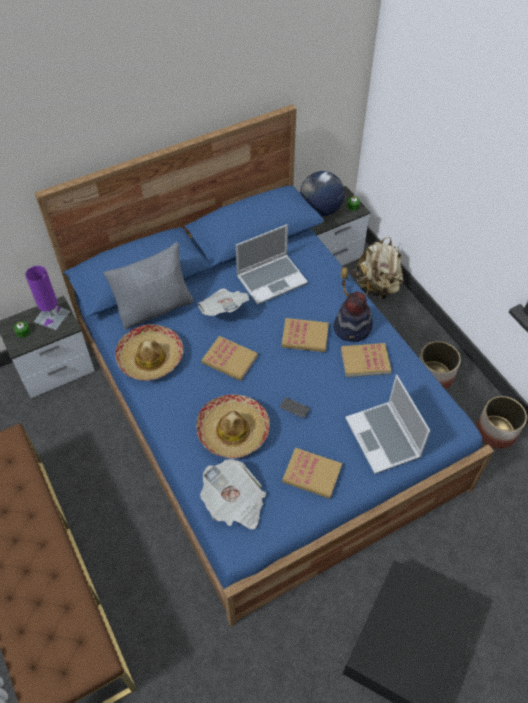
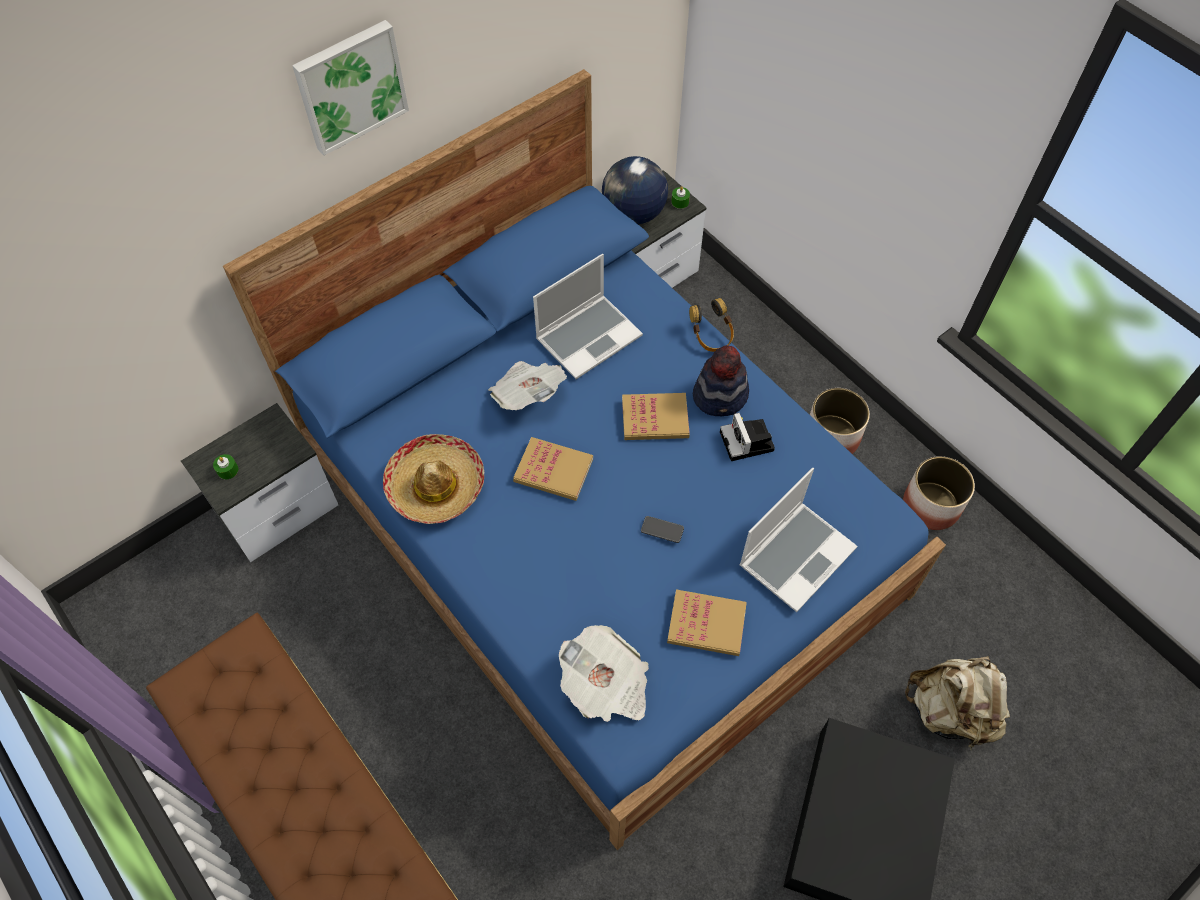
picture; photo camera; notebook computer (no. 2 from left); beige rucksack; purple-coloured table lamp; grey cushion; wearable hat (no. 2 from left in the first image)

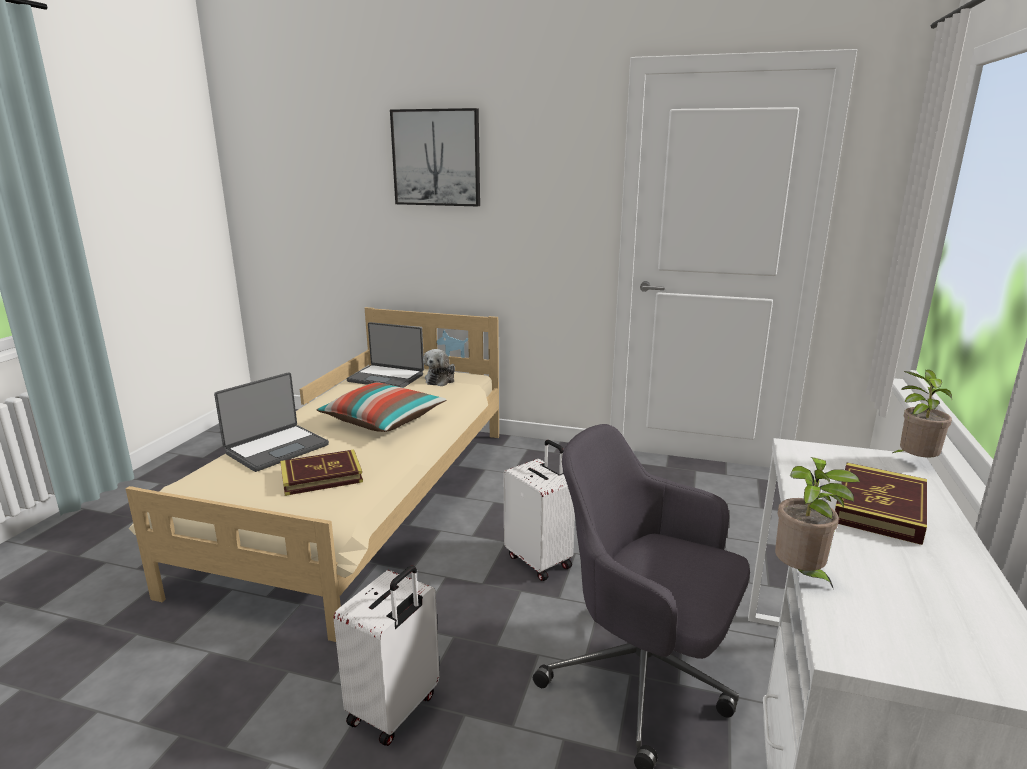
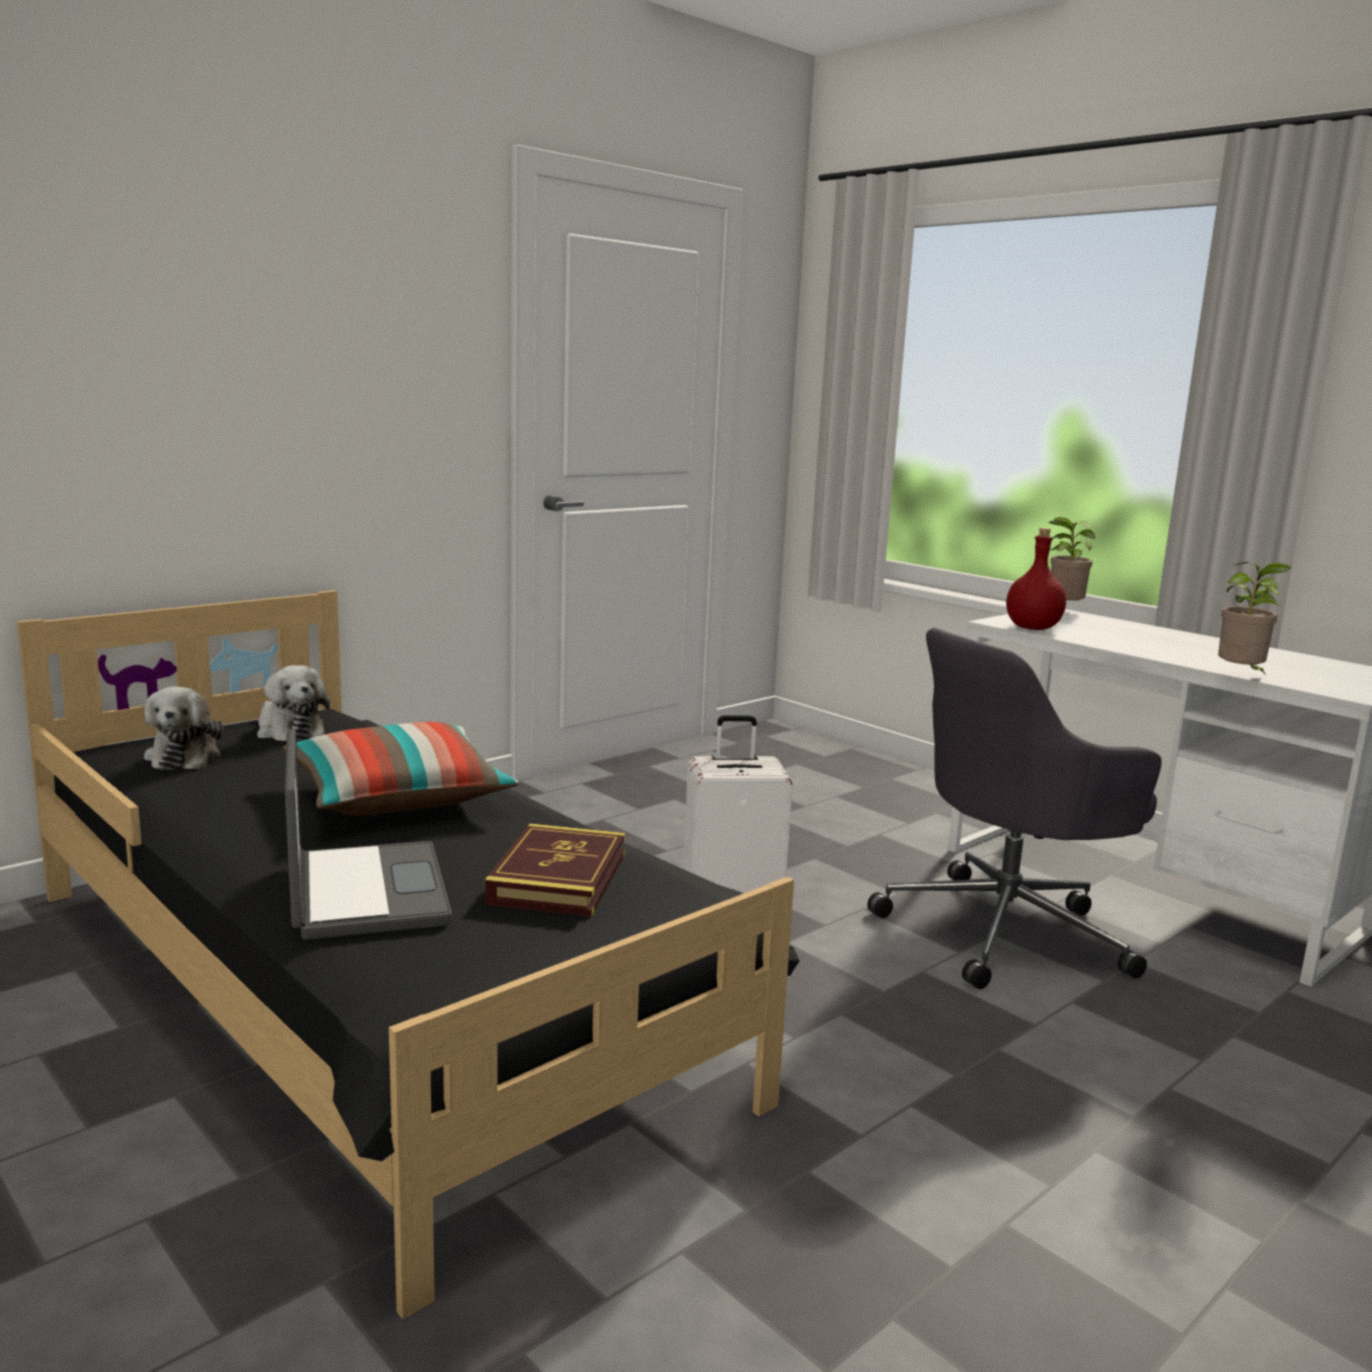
black-coloured bed; soft toy (no. 1 from left); reddish beverage bottle; whitish suitcase (no. 1 from left in the first image); picture; bound book (no. 2 from left in the first image)

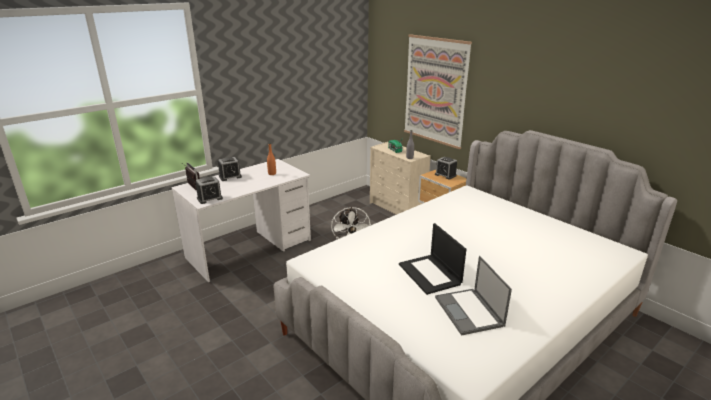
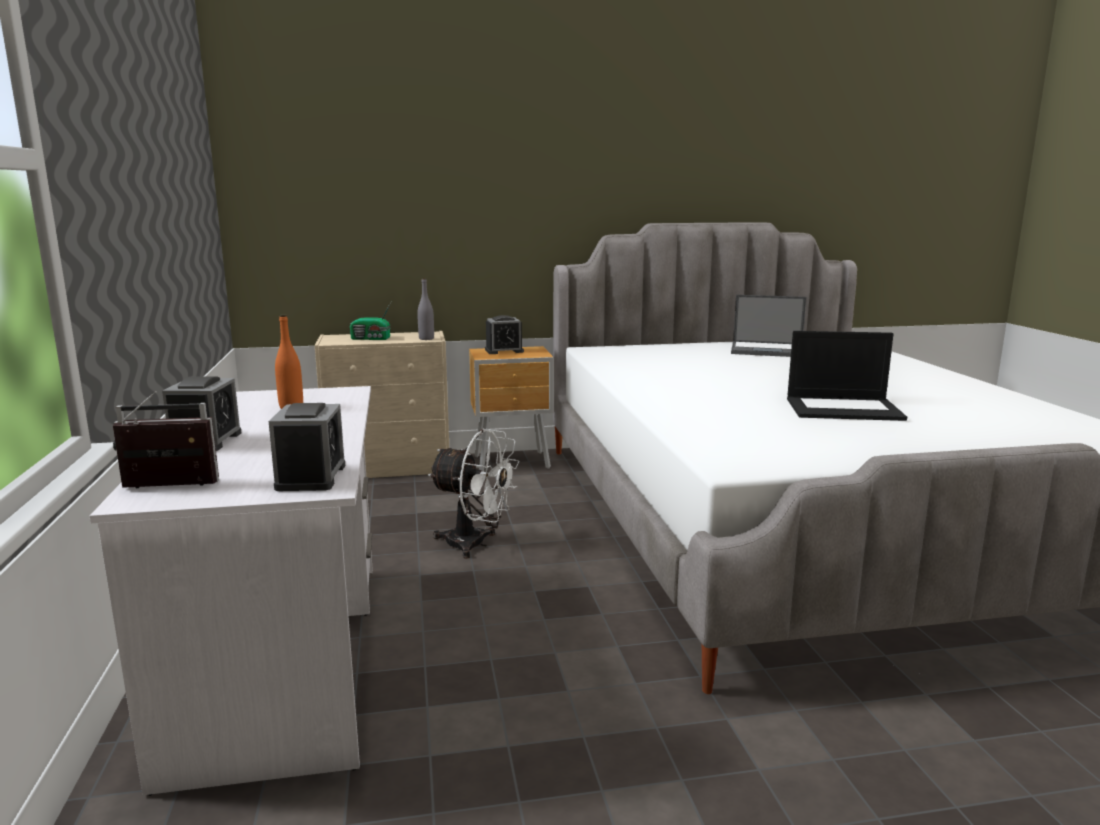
notebook computer (no. 1 from left); picture

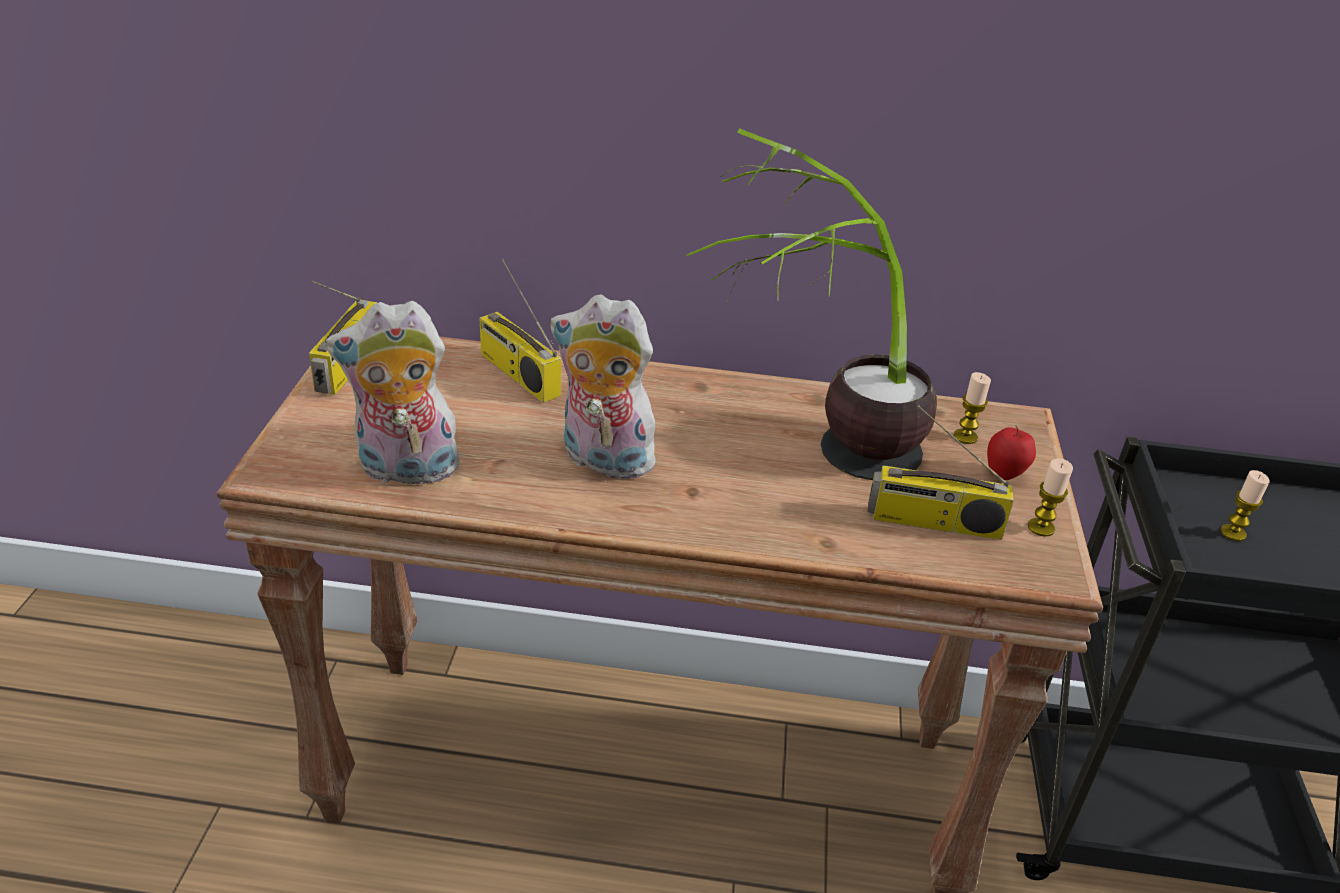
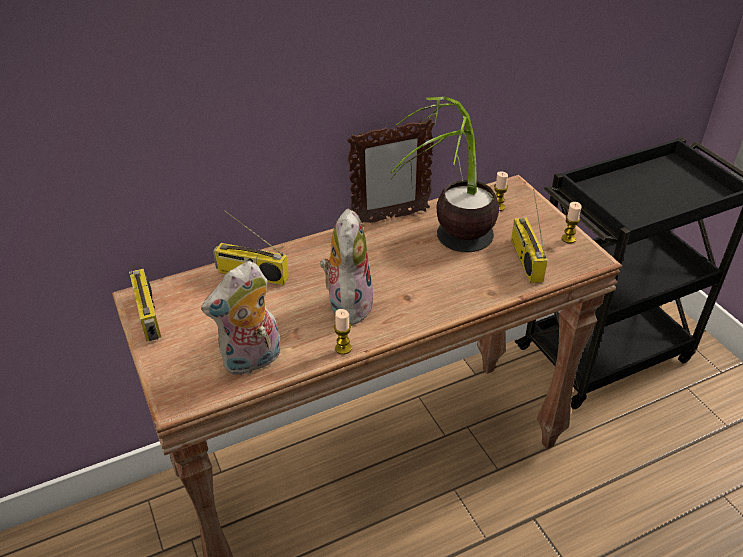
soft toy (no. 2 from left); wax light (no. 1 from left); photo frame; radio set (no. 3 from left); whole apple

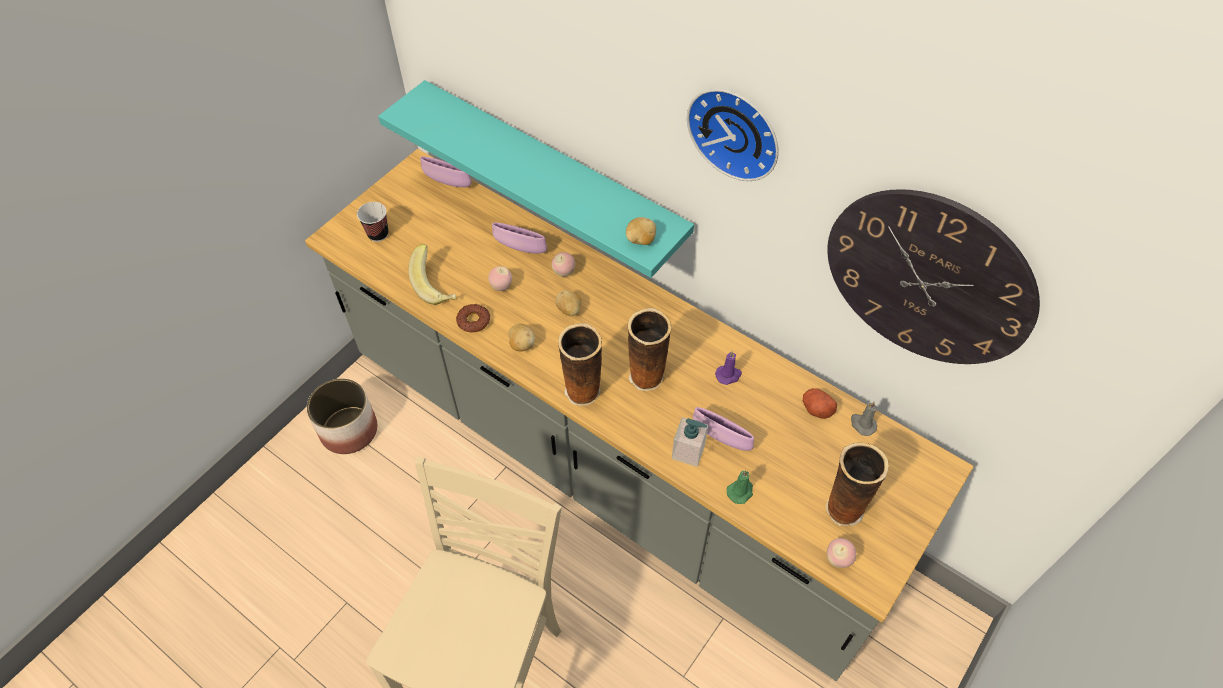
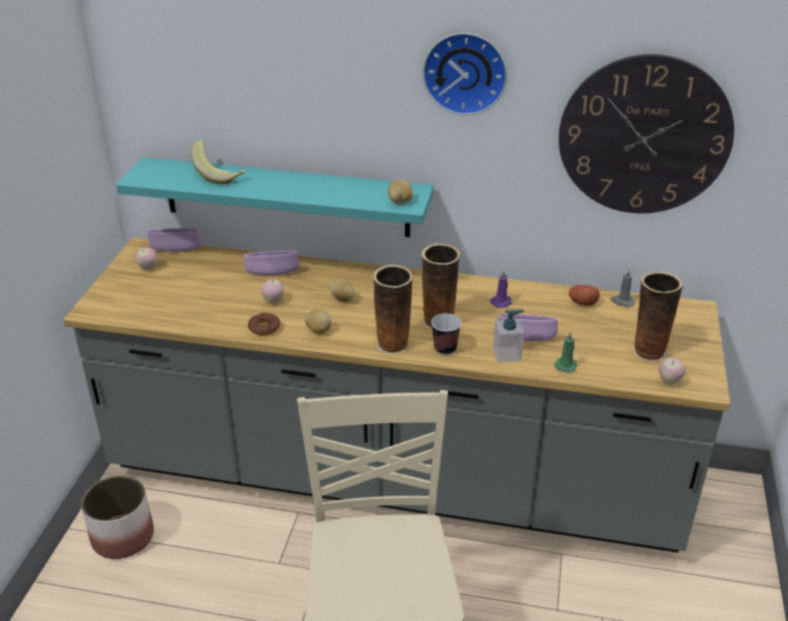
whole apple (no. 1 from left); banana; small cup

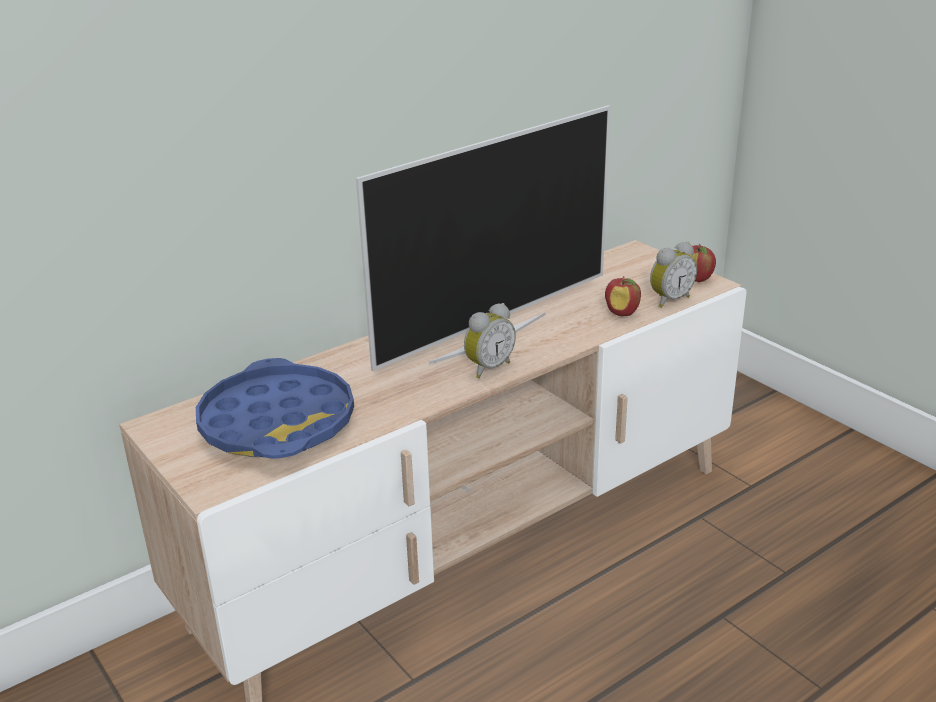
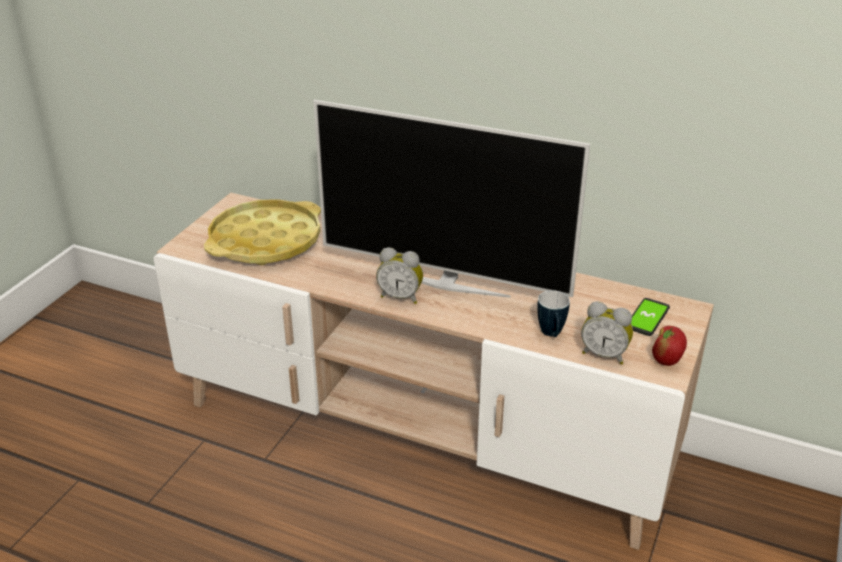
yellow-coloured tray; tea mug; handset

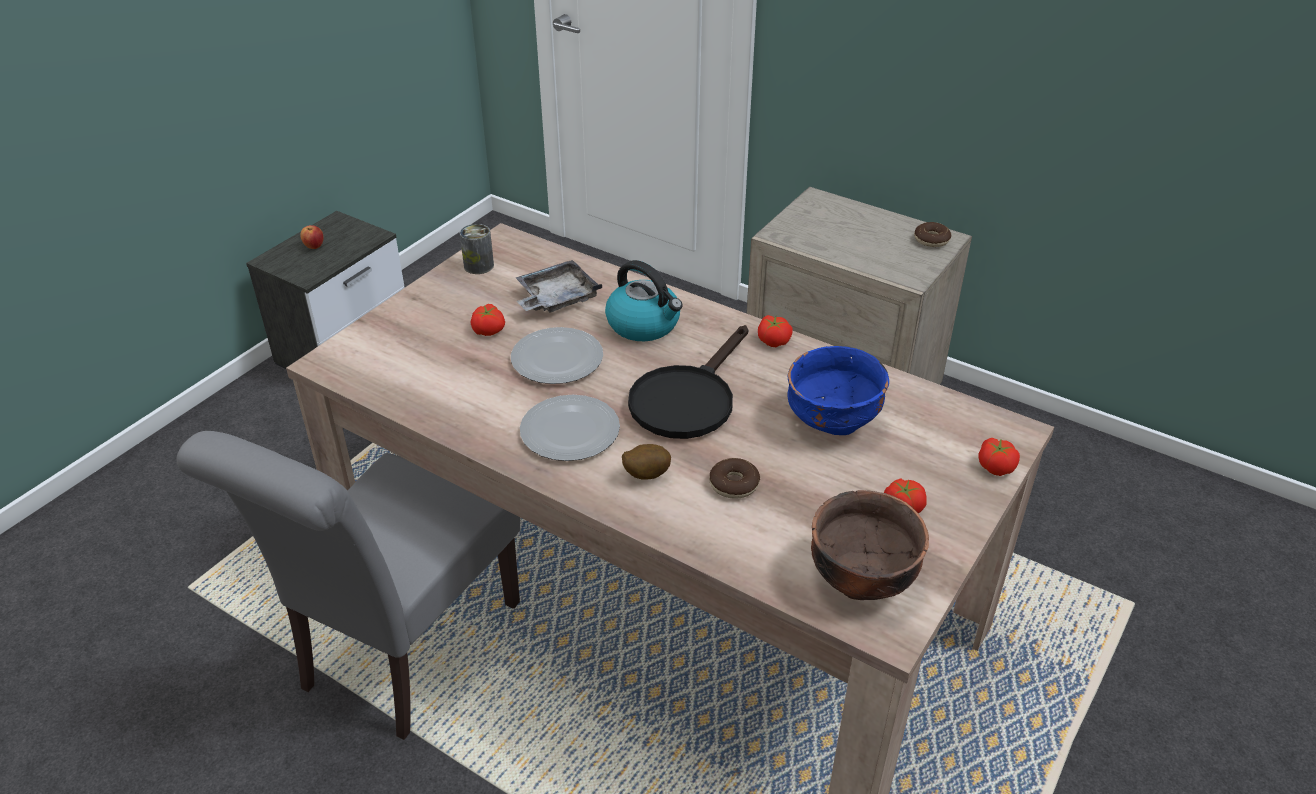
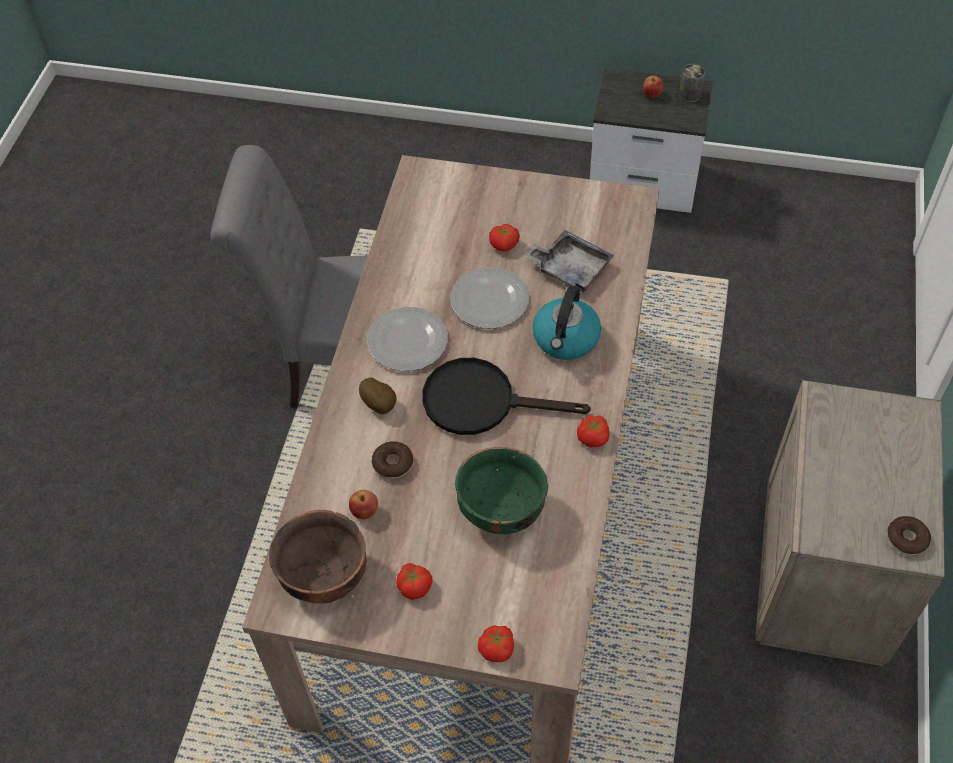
whole apple (no. 1 from left); green serving bowl; metal can

